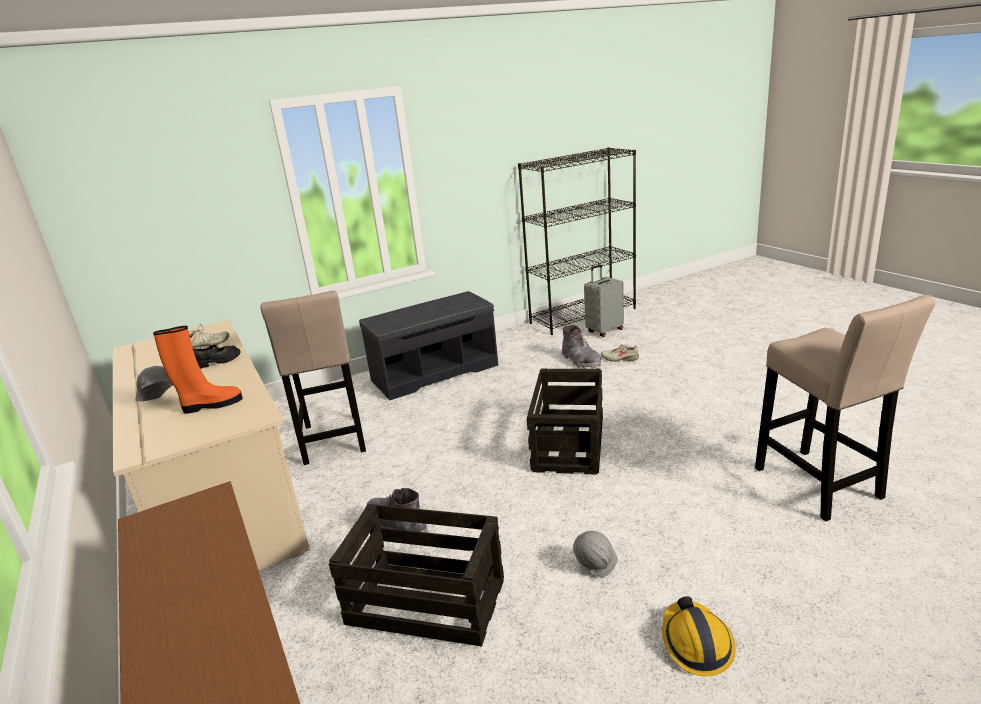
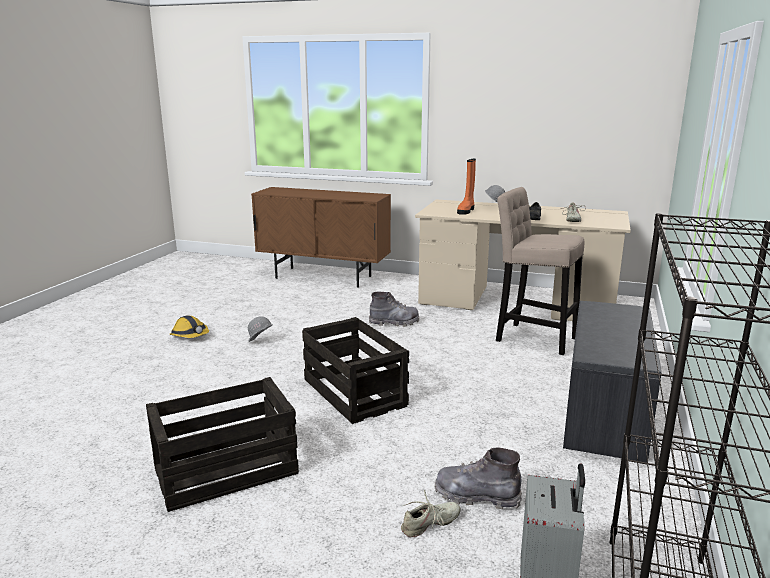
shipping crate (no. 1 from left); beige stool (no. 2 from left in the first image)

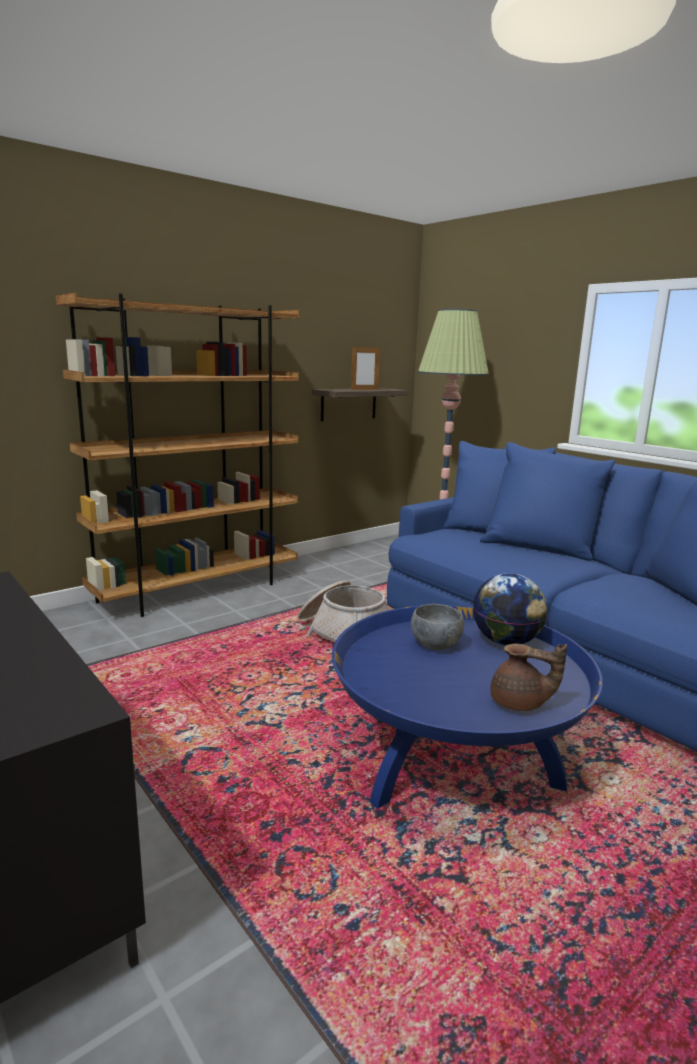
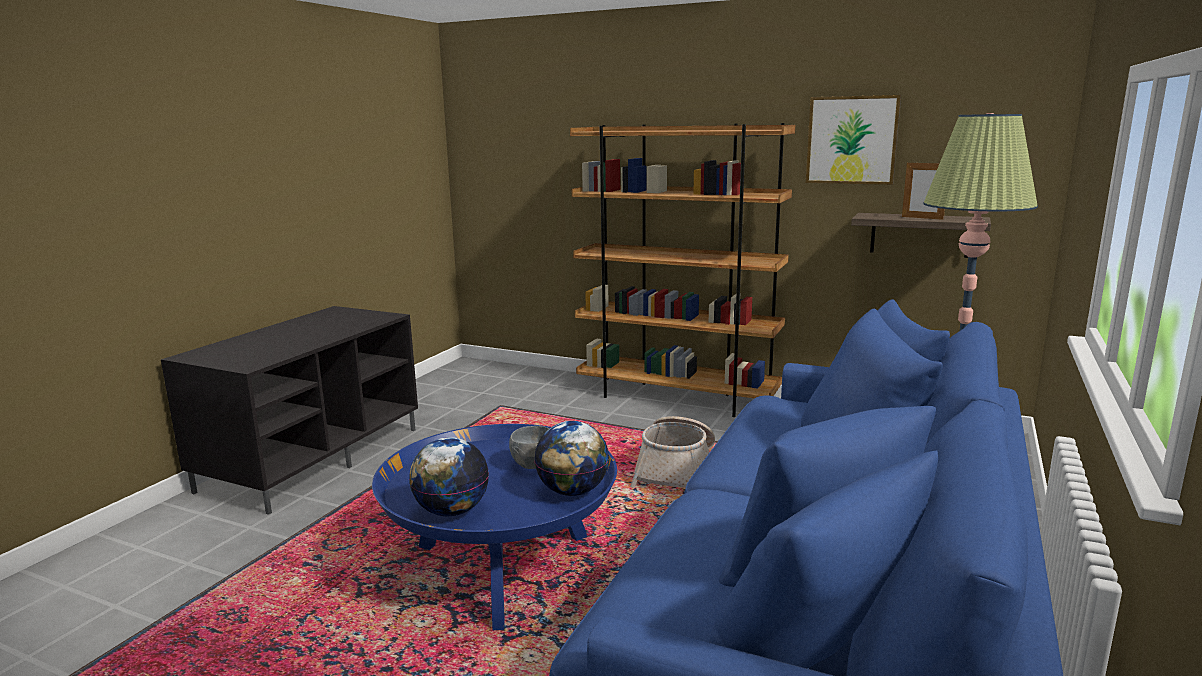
desk globe (no. 1 from left); picture

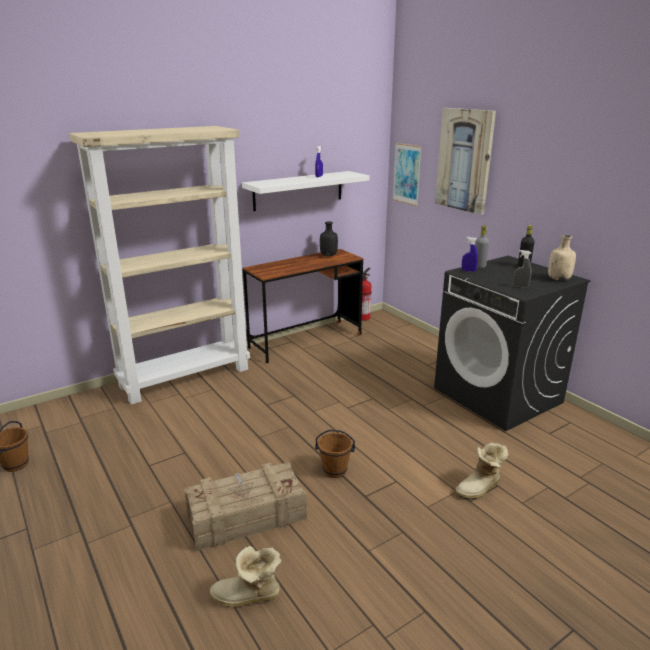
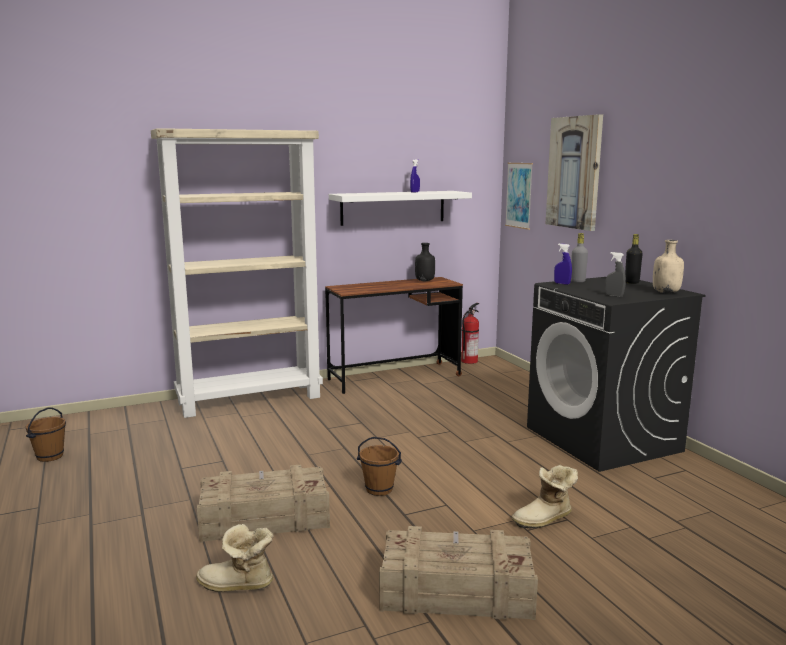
shipping crate (no. 2 from left)

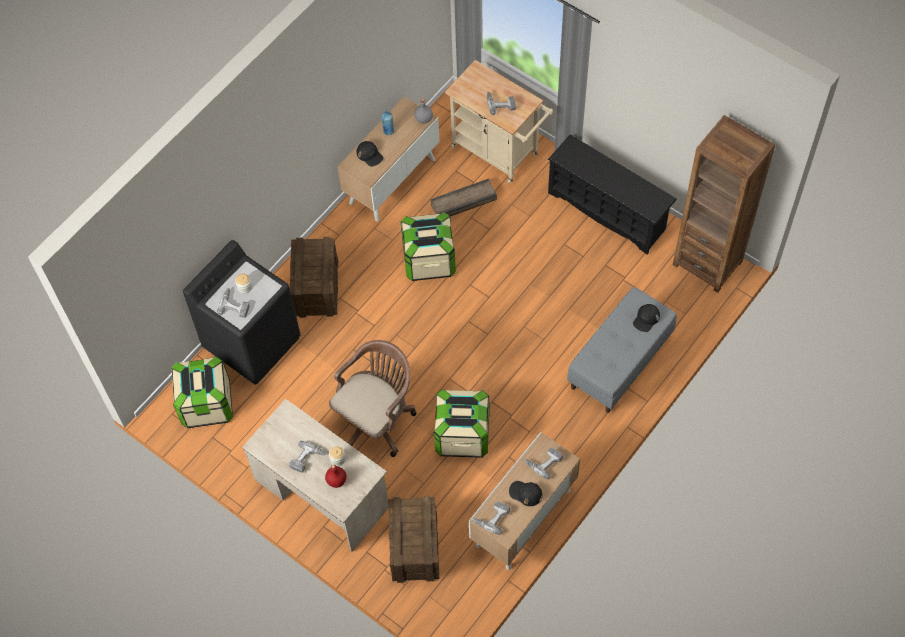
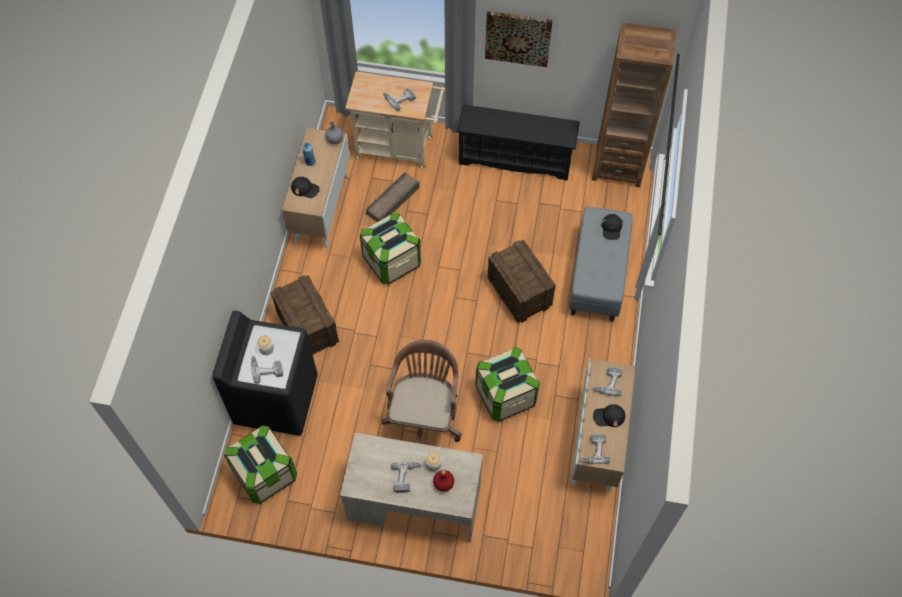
picture; shipping crate (no. 3 from left)

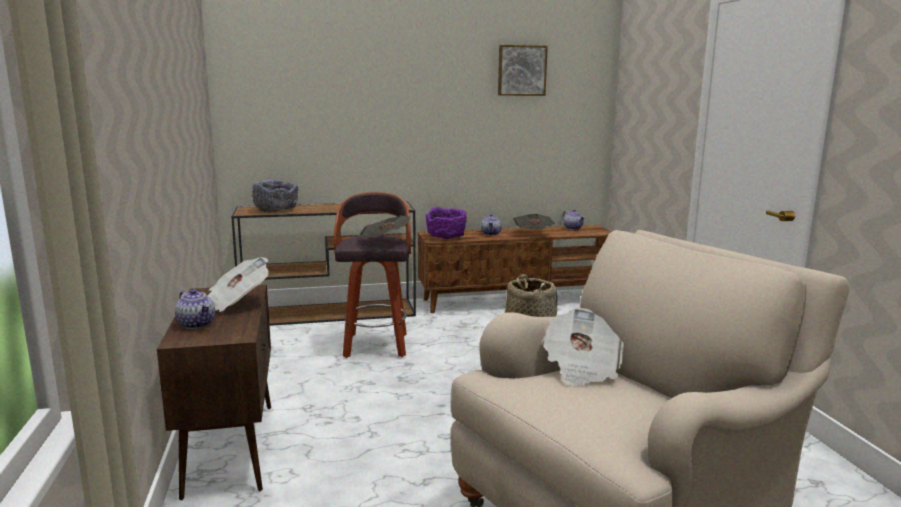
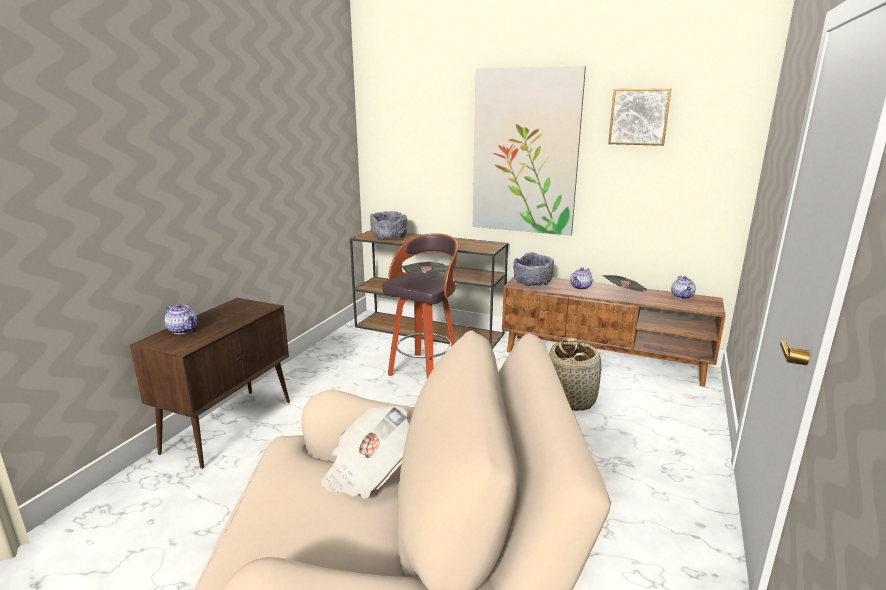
teapot (no. 1 from left); picture (no. 1 from left); grey serving bowl (no. 2 from left); newspaper (no. 1 from left in the first image)

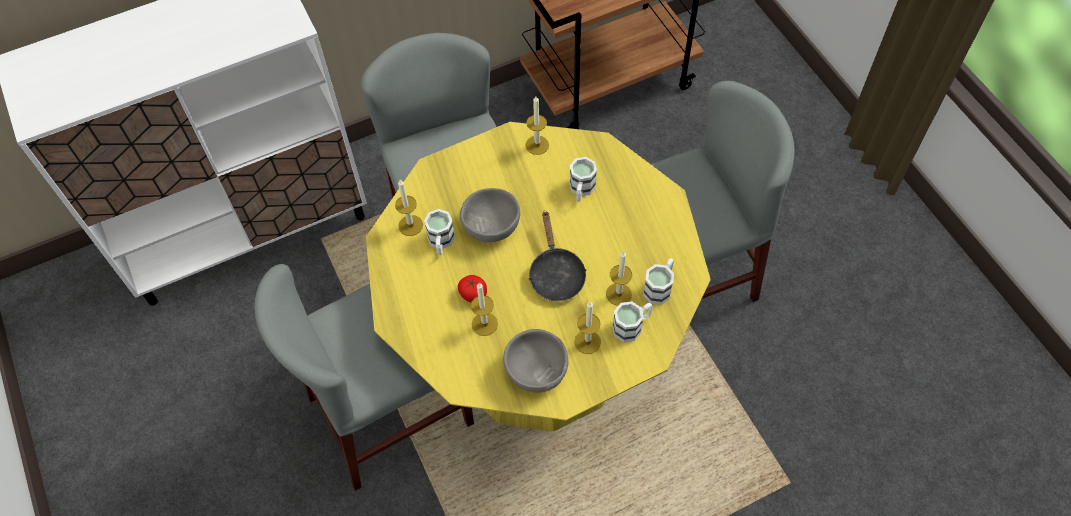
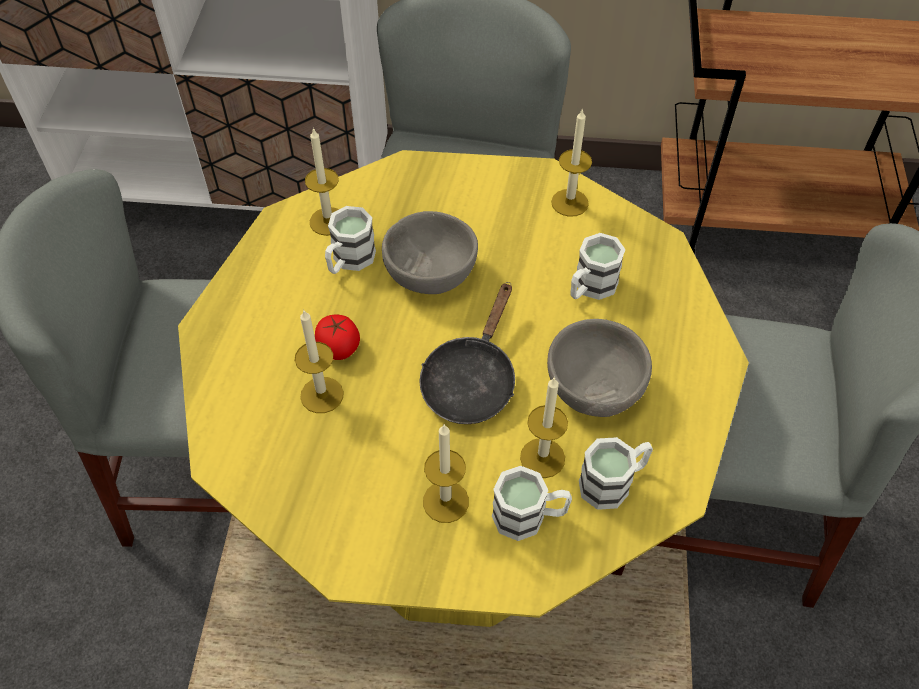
grey serving bowl (no. 2 from left)

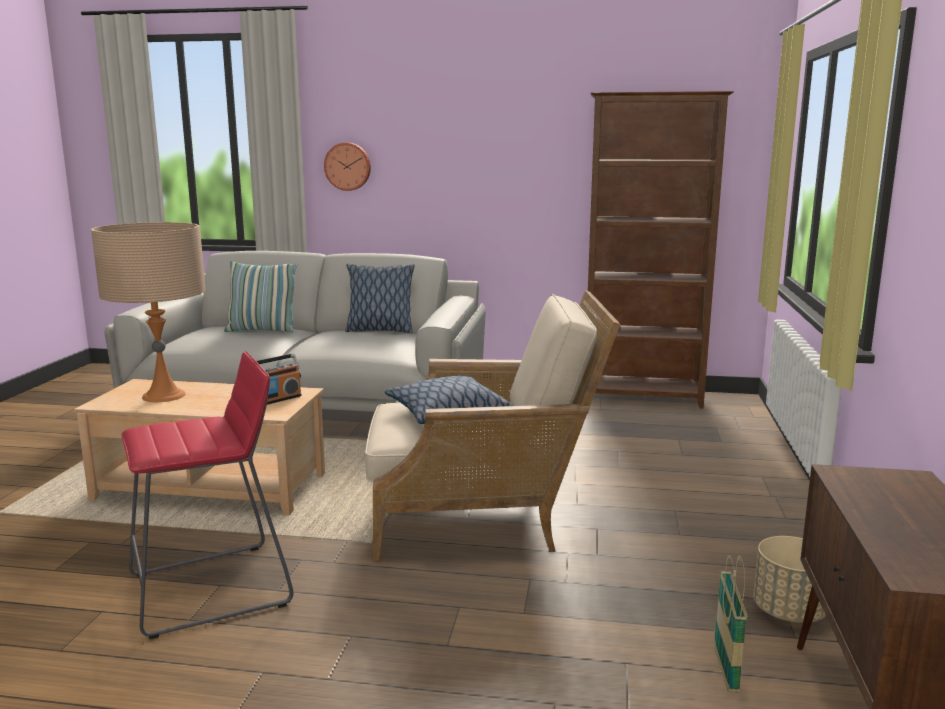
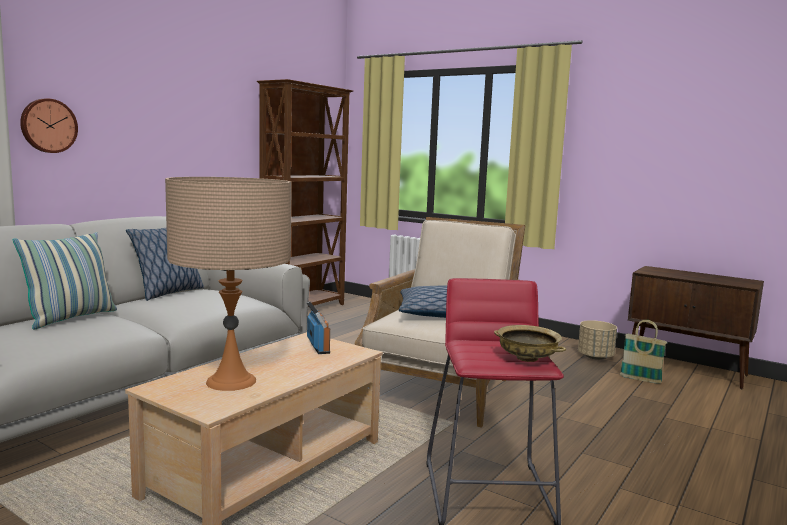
beige serving bowl

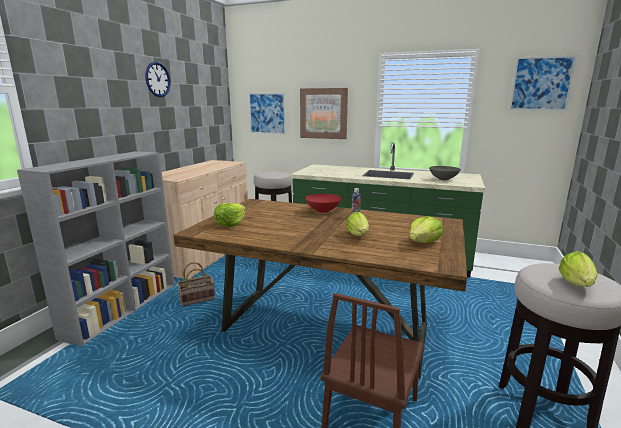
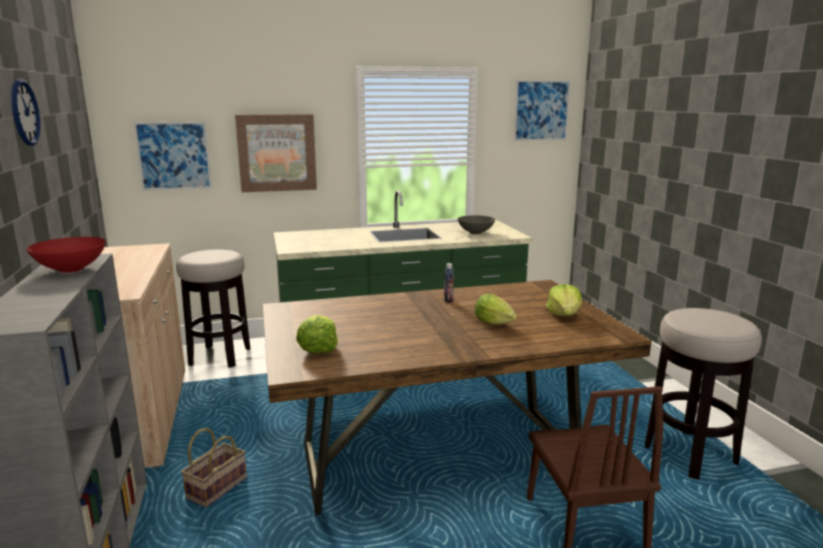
reddish serving bowl; head of lettuce (no. 4 from left in the first image)

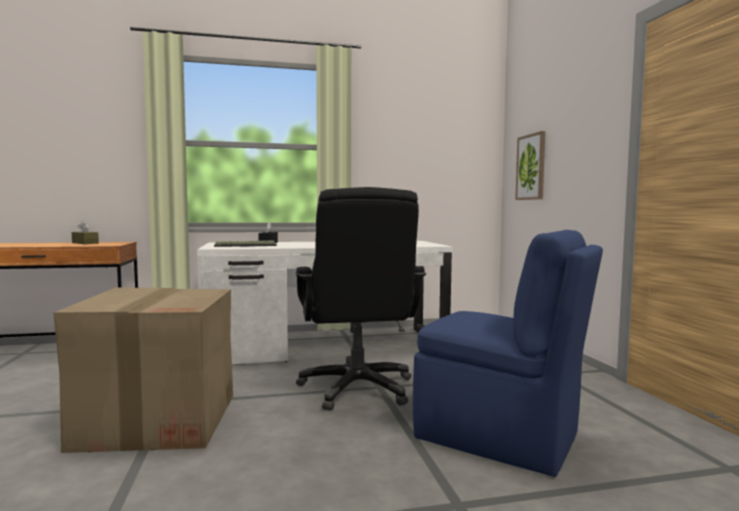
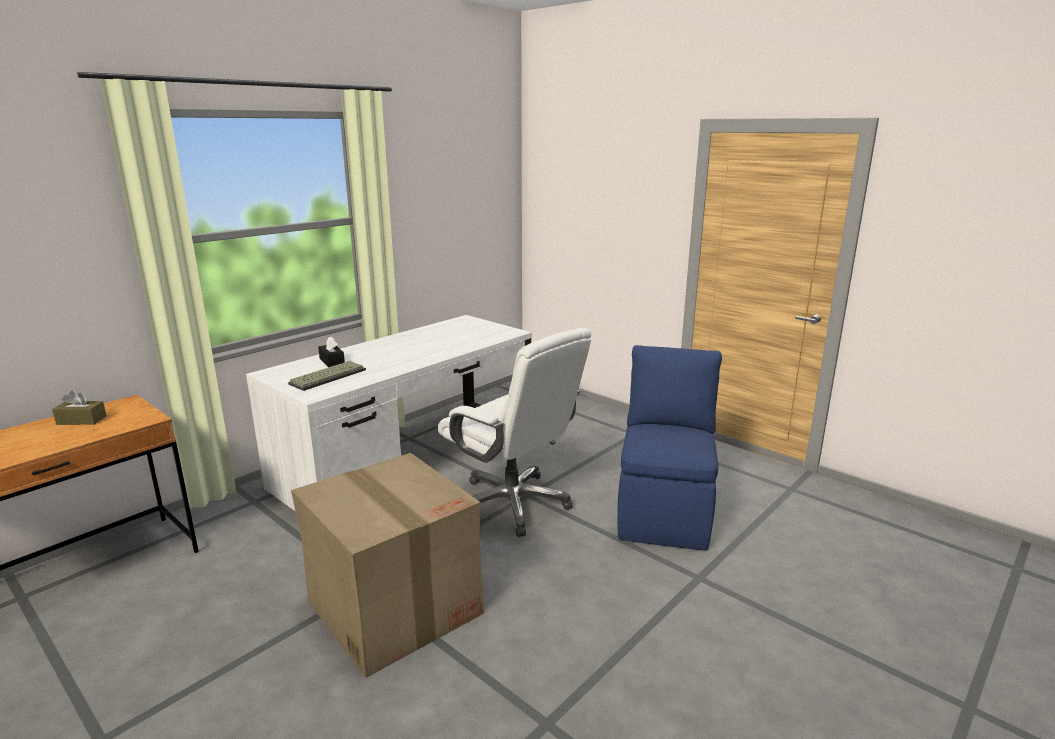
whitish desk chair; bluish plain chair; picture

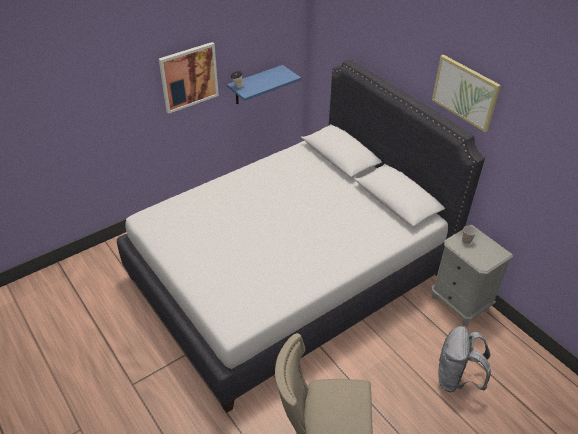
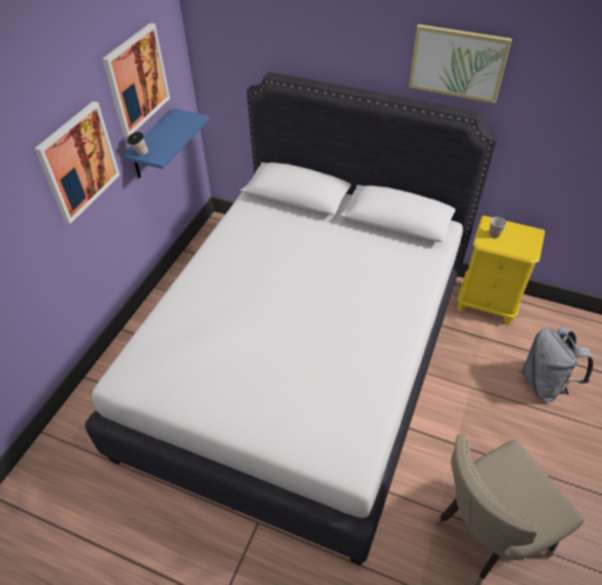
picture (no. 2 from left); yellow-coloured nightstand

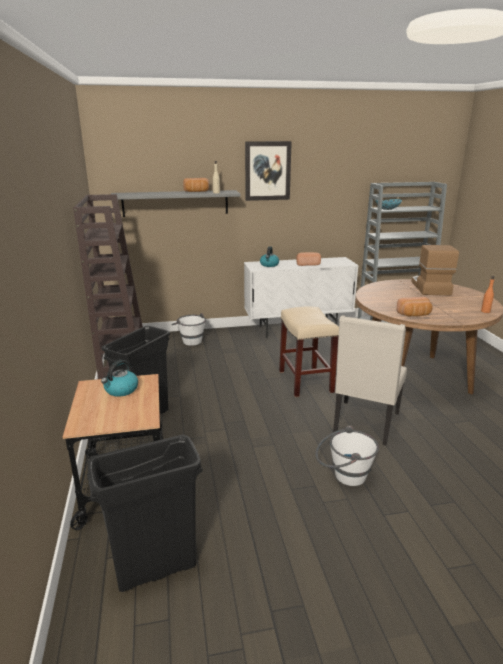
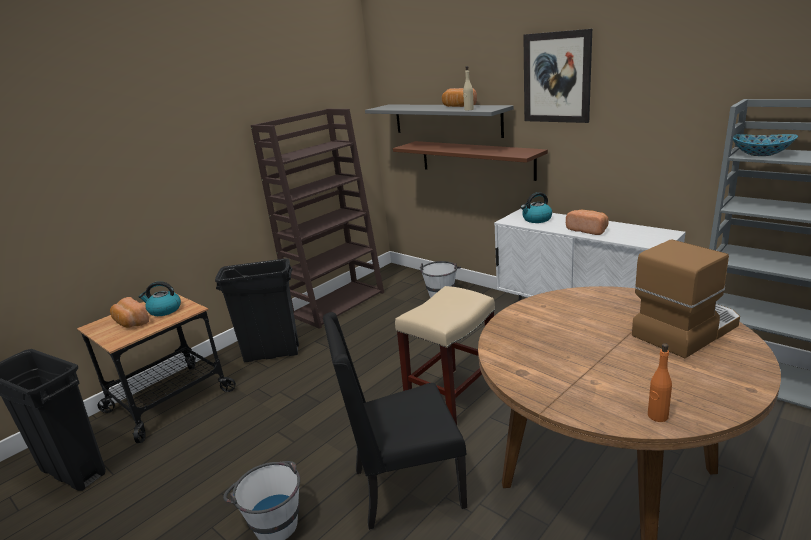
bread (no. 1 from left); black-coloured plain chair; brownish shelf

